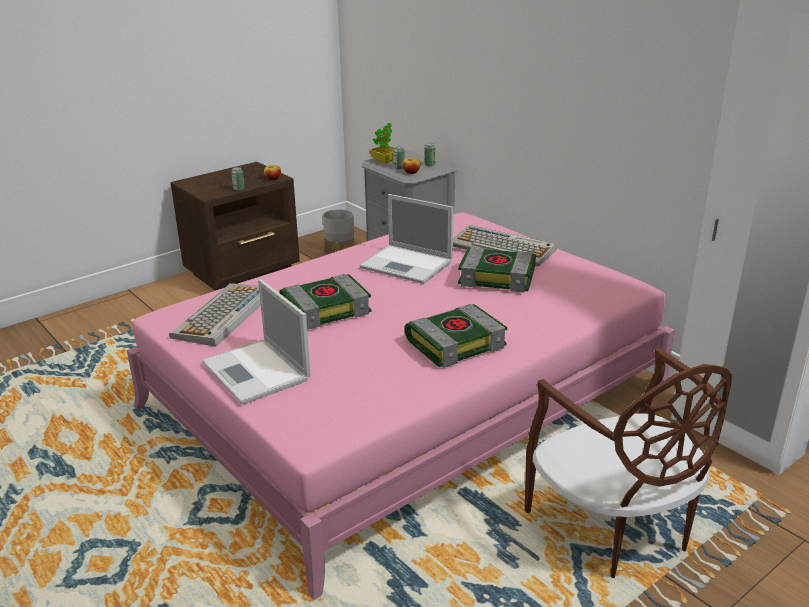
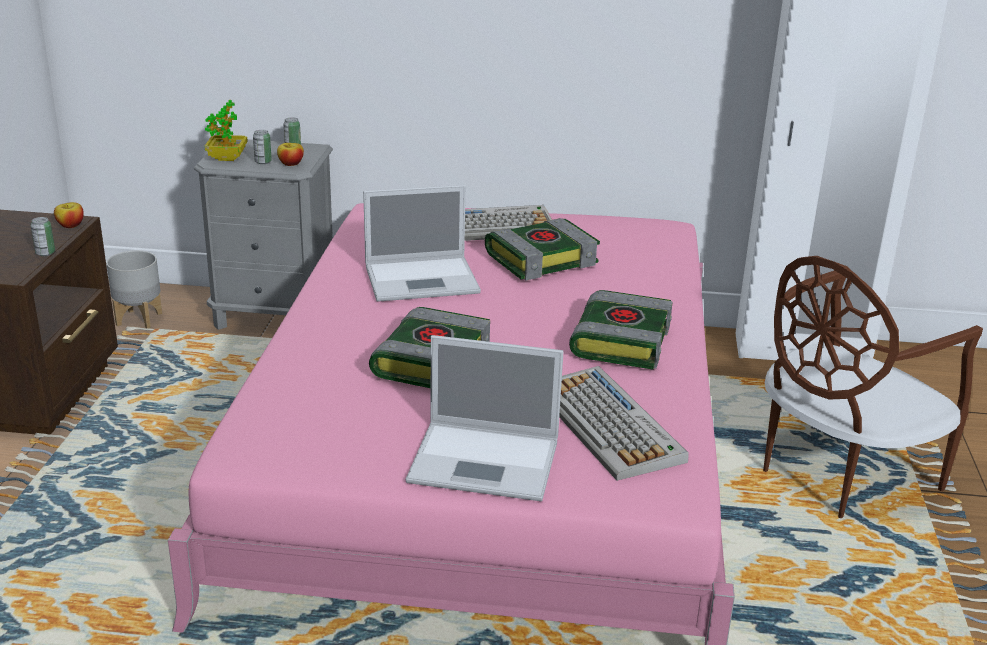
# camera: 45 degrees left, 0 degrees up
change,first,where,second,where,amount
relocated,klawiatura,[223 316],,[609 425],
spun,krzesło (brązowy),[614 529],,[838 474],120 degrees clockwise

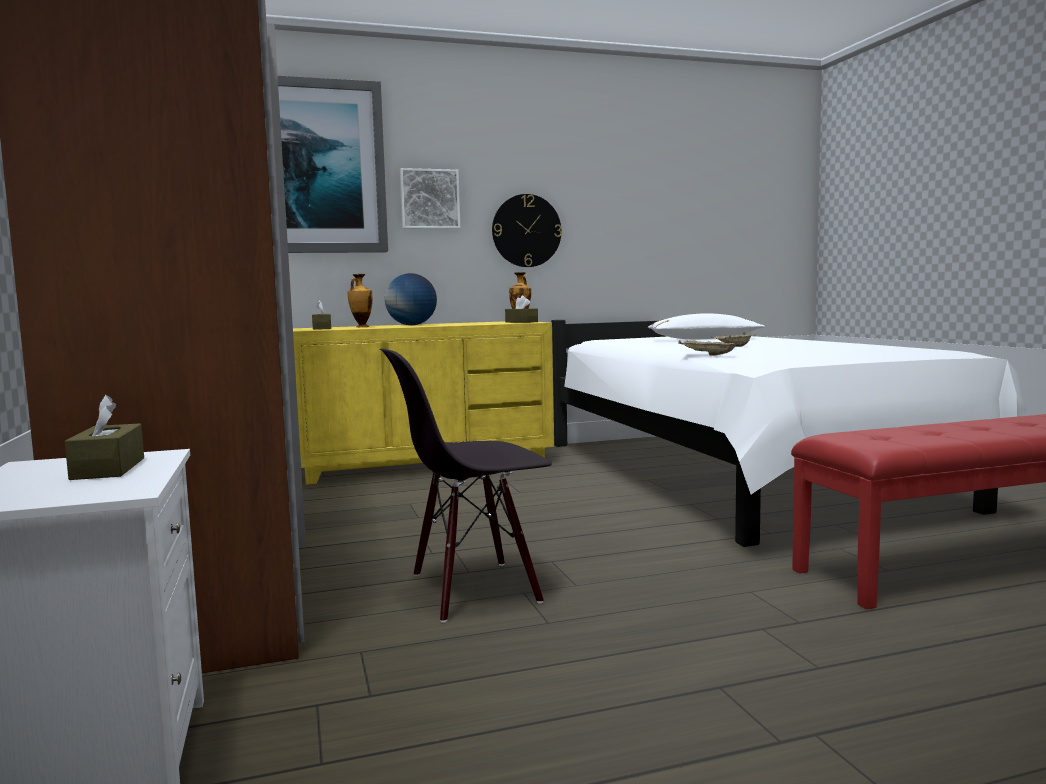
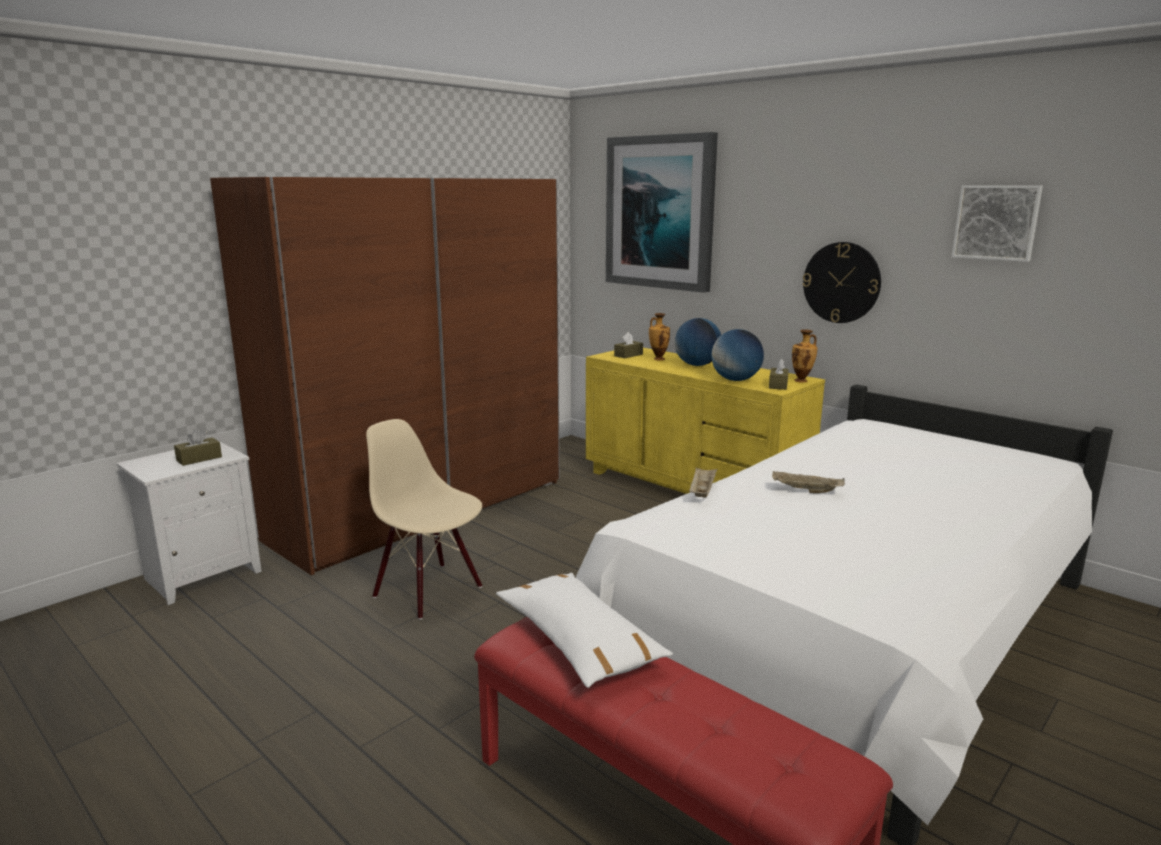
# camera: 60 degrees right, 10 degrees up
change,first,where,second,where,amount
colour,krzesło (czarny),[474 589],krzesło (beżowy),[429 591],
relocated,obraz,[429 199],,[996 222],
relocated,poduszka (biały),[703 339],,[578 641],
appeared,,,globus,[735 380],

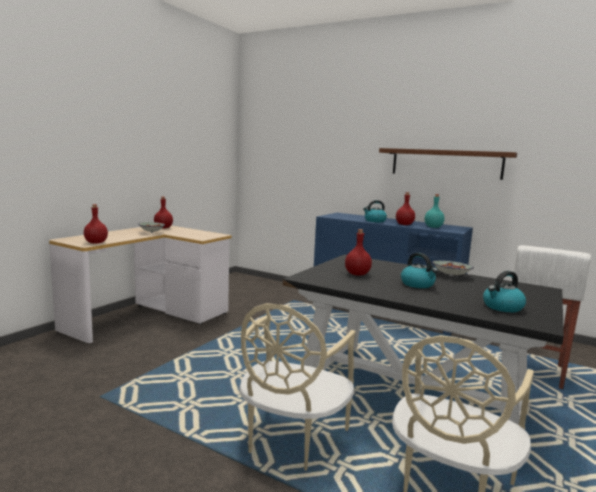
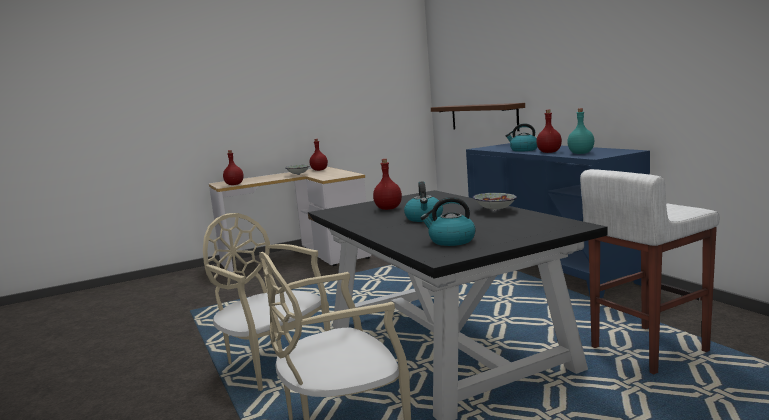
# camera: 35 degrees right, 0 degrees up
change,first,where,second,where,amount
spun,krzesło (beżowy),[291 440],,[273 361],75 degrees clockwise
relocated,półka (brązowy),[446 163],,[483 117],

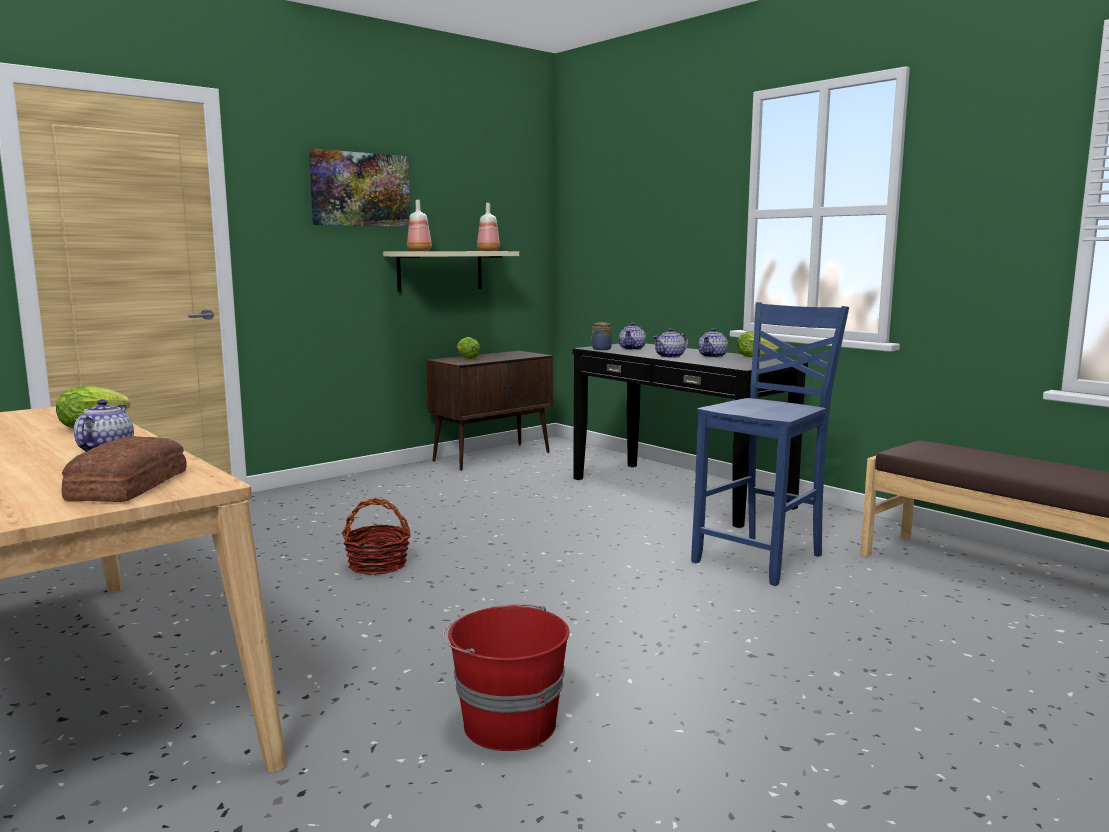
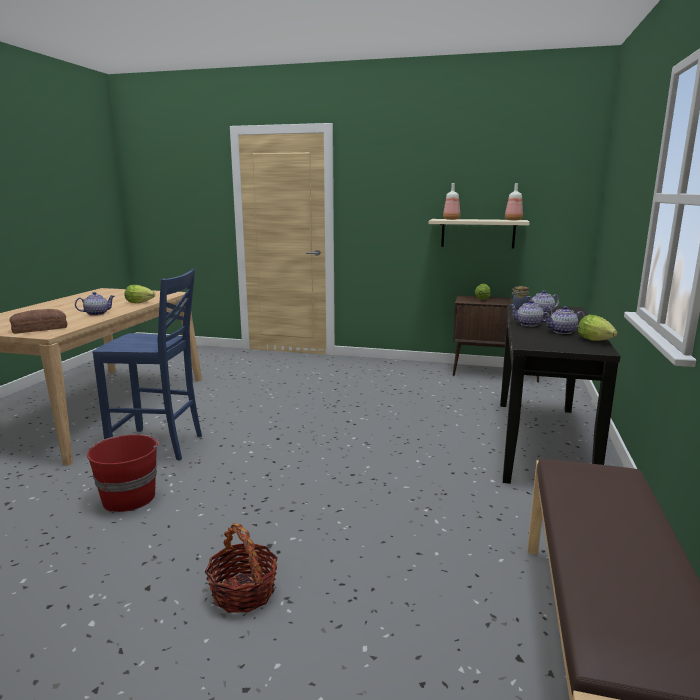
# camera: 55 degrees right, 5 degrees up
change,first,where,second,where,amount
missing,obraz,[360 189],,,
relocated,koszyk,[378 565],,[243 592],
relocated,krzesło (niebieski),[762 559],,[159 446],

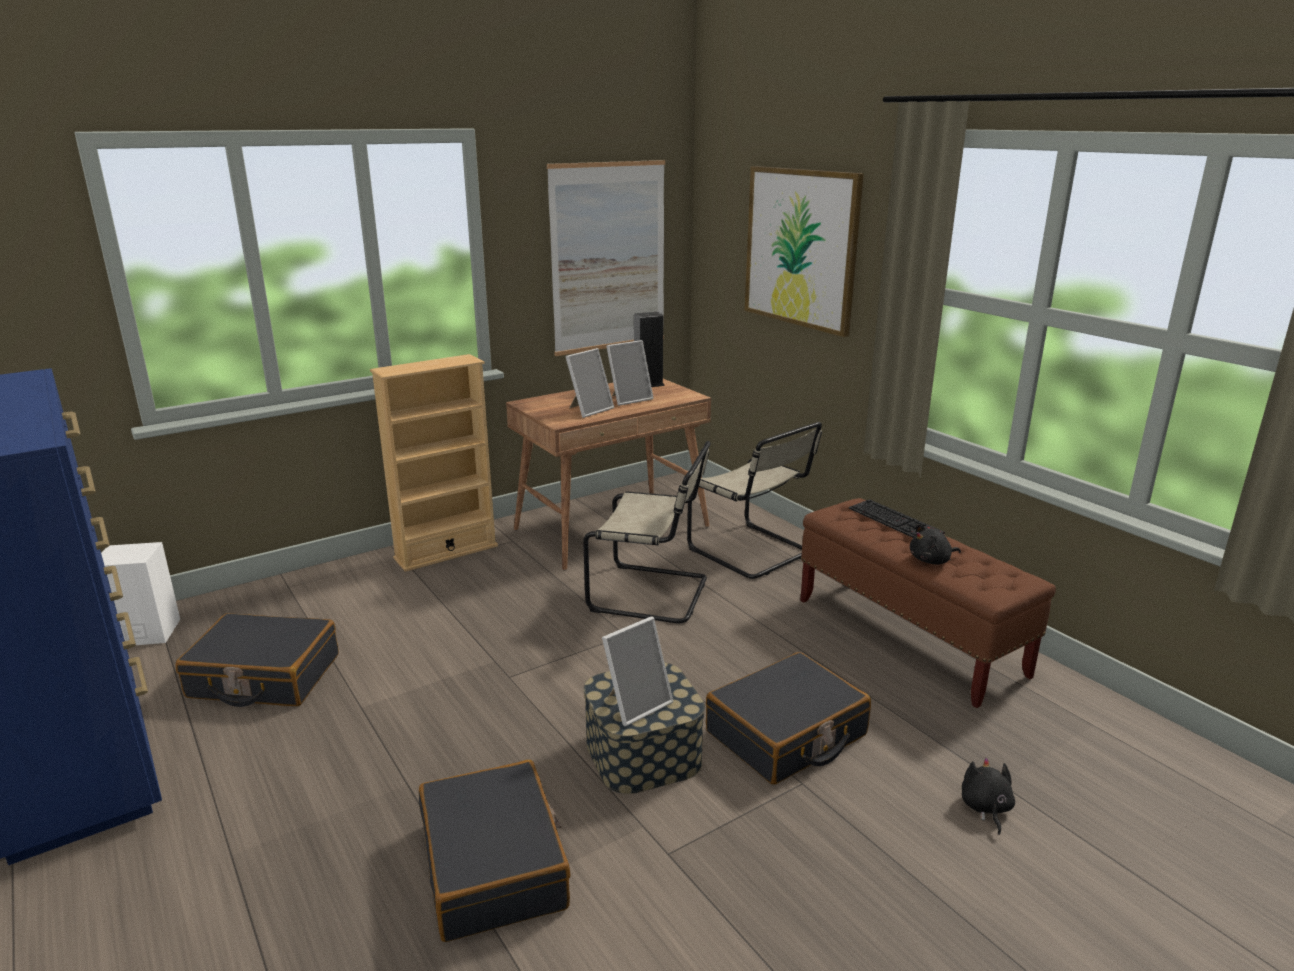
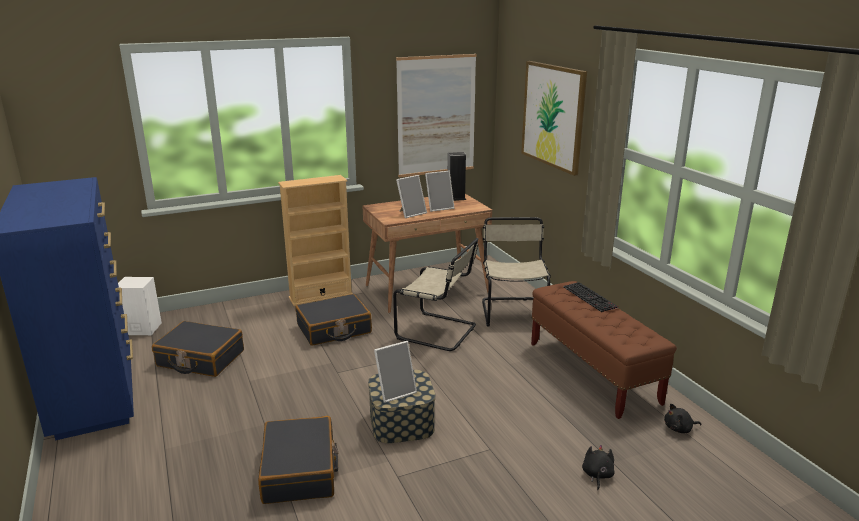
# camera: 10 degrees right, 0 degrees up
change,first,where,second,where,amount
spun,krzesło (beżowy),[753 552],,[512 311],150 degrees counterclockwise
relocated,walizka (czarny),[786 734],,[334 329],
relocated,pluszak (czarny),[931 560],,[679 429],

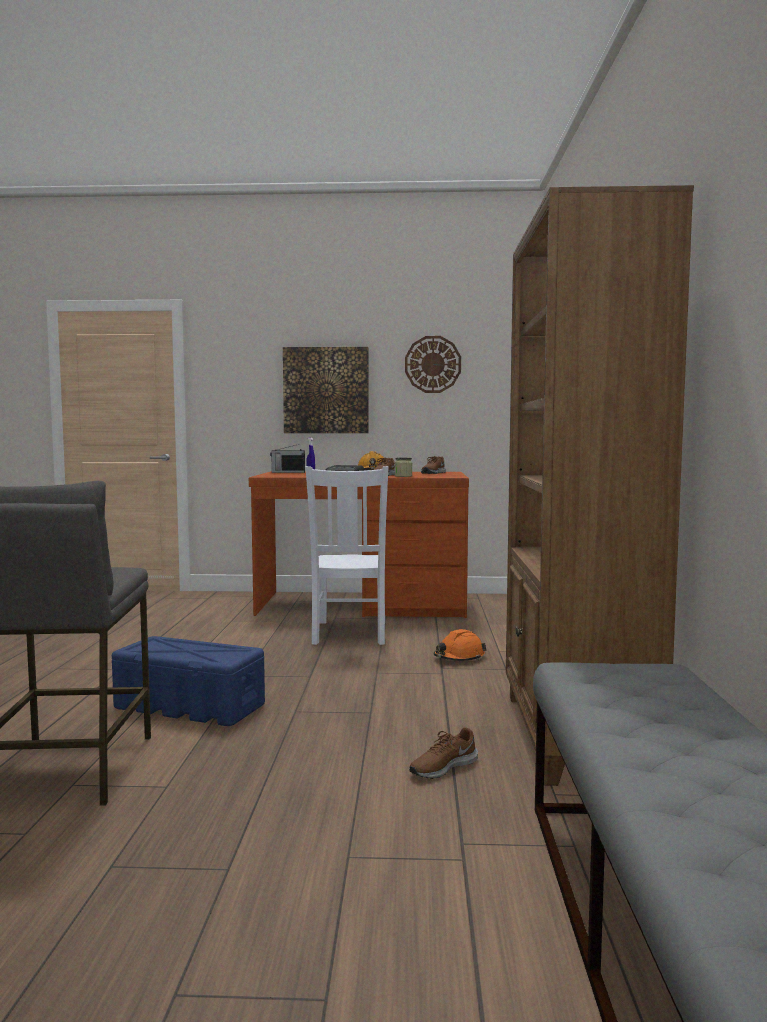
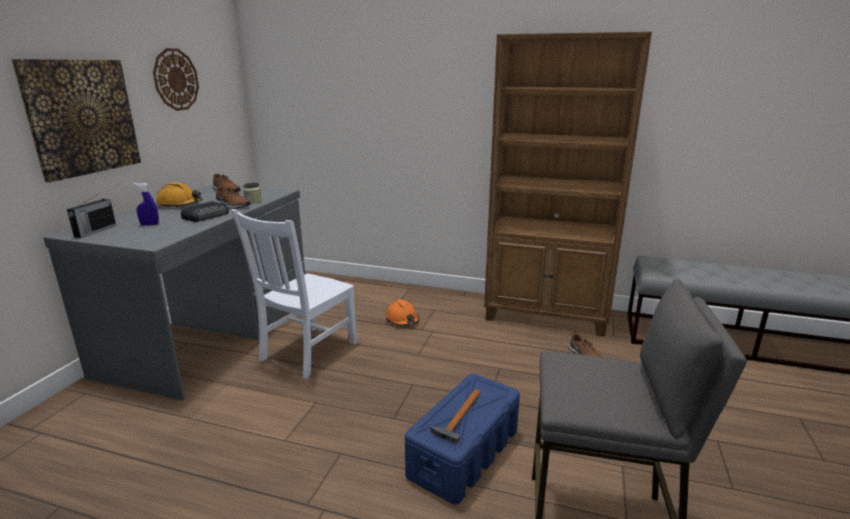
# camera: 75 degrees left, 15 degrees up
change,first,where,second,where,amount
colour,biurko (brązowy),[363 604],biurko (szary),[213 333],
spun,krzesło (biały),[349 633],,[306 352],105 degrees clockwise
appeared,,,młotek,[459 417],

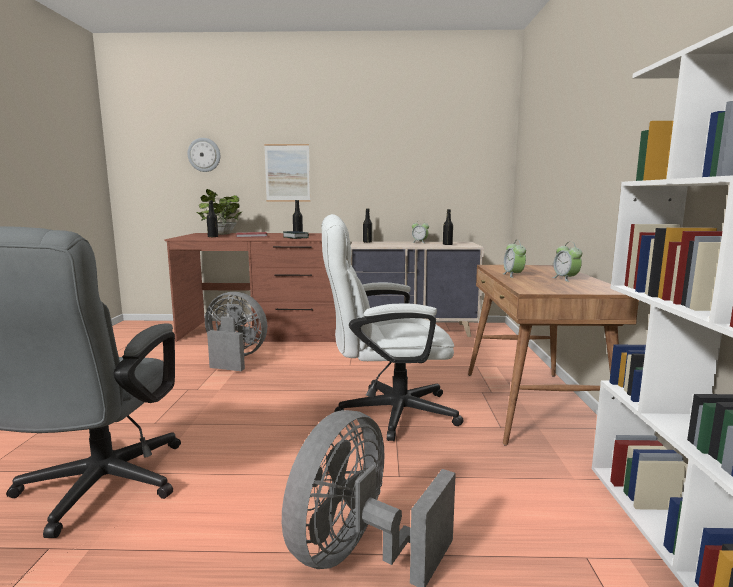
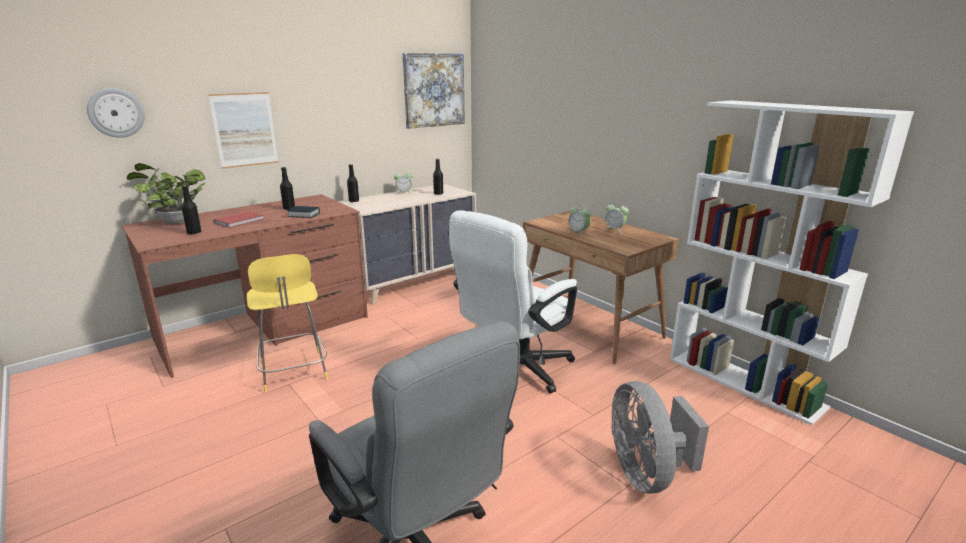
# camera: 40 degrees left, 10 degrees up
change,first,where,second,where,amount
exchanged,wentylator (szary),[235 359],stołek (żółty),[293 372],
appeared,,,obraz,[434 90],

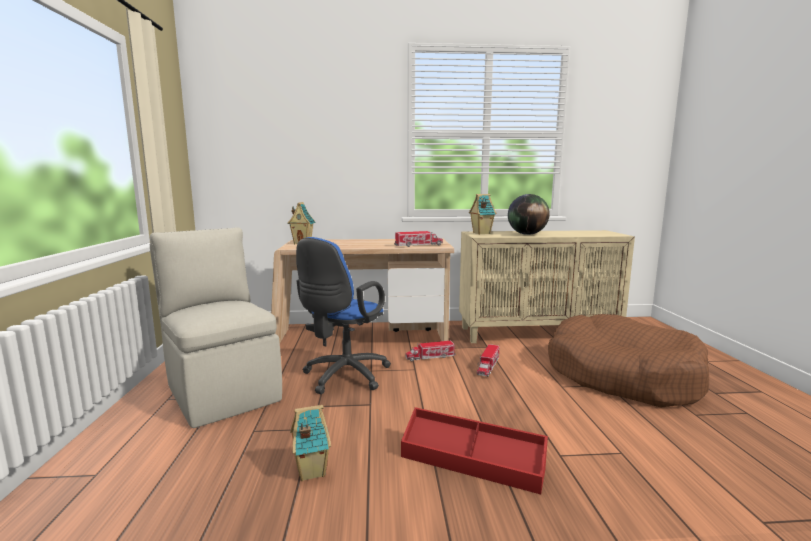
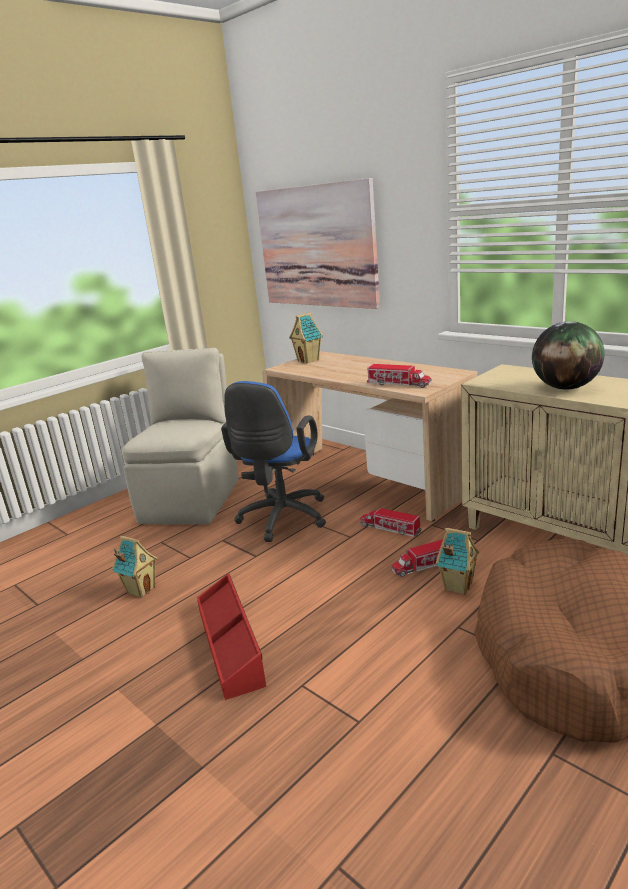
# camera: 50 degrees right, 10 degrees up
change,first,where,second,where,amount
spun,krzesło biurowe (niebieski),[343 377],,[281 520],60 degrees counterclockwise
relocated,domek,[481 233],,[457 586],
appeared,,,obraz,[317 246],

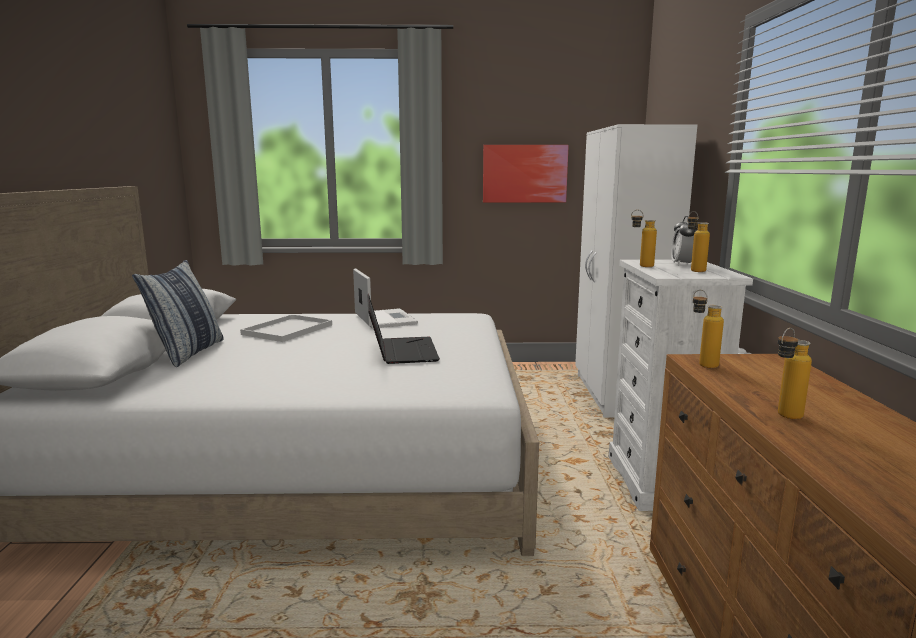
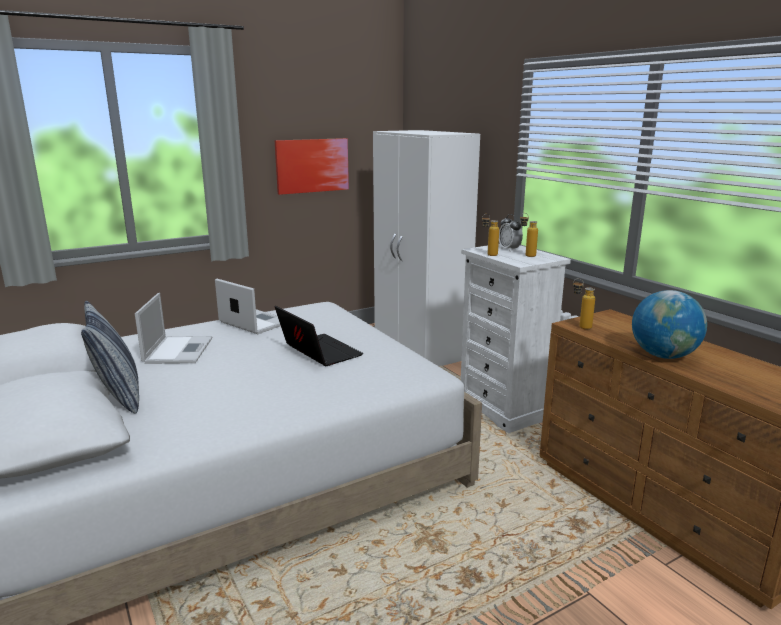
# camera: 30 degrees left, 5 degrees up
change,first,where,second,where,amount
exchanged,taca (biały),[288 329],laptop,[178 350],
exchanged,butelka,[784 417],globus,[663 355],

